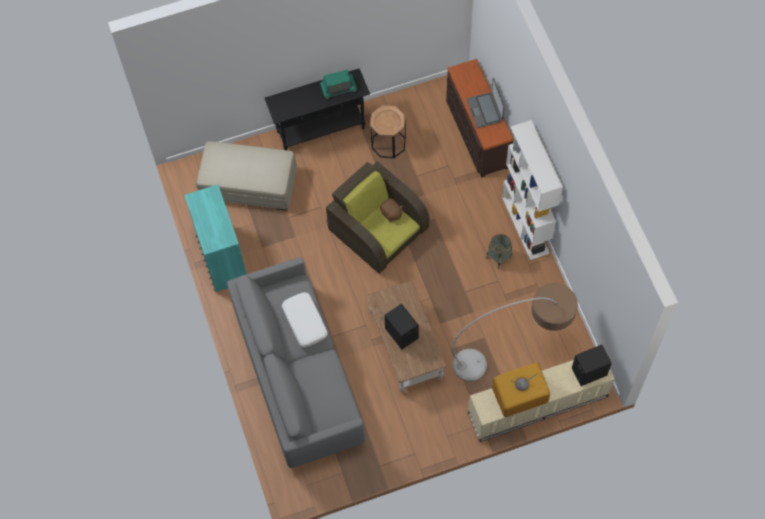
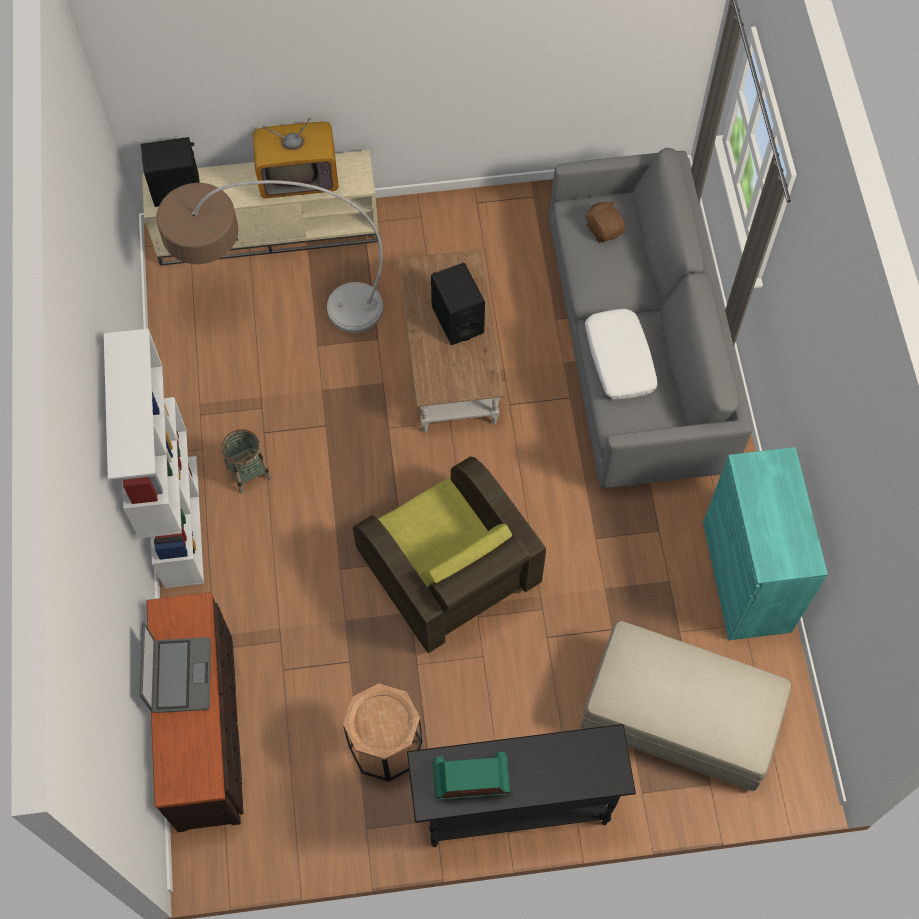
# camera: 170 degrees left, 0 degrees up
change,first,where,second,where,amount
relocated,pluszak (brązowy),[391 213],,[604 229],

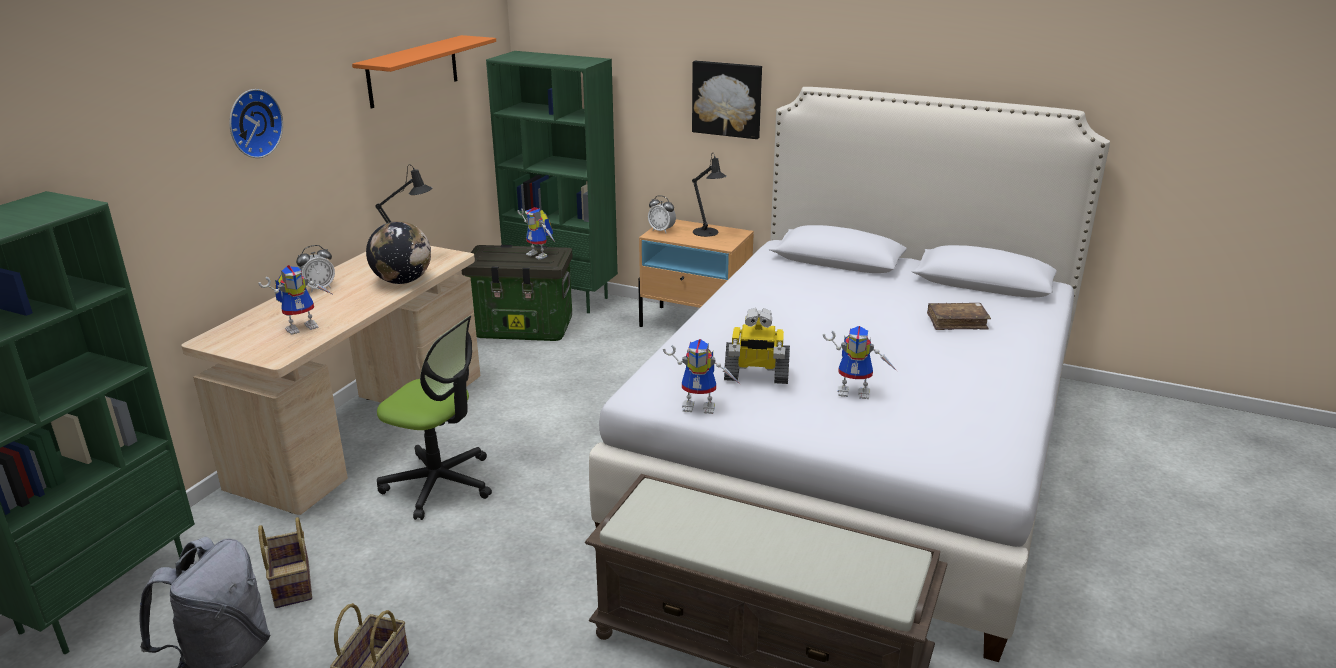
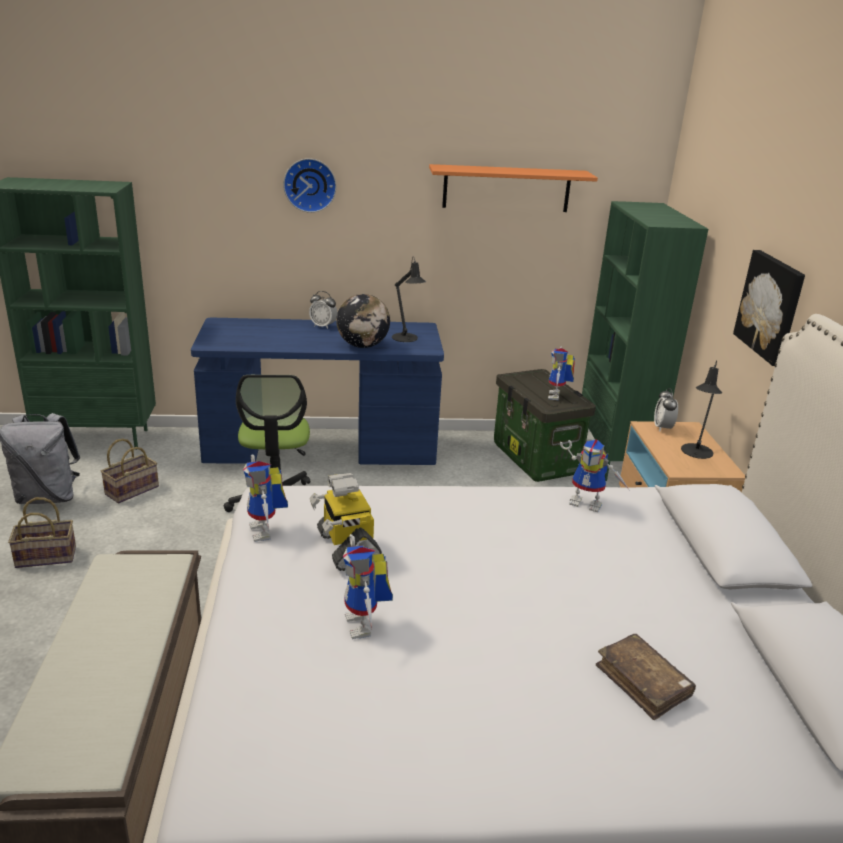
# camera: 60 degrees right, 0 degrees up
change,first,where,second,where,amount
colour,biurko (beżowy),[364 431],biurko (niebieski),[321 449],
relocated,robot zabawkowy,[303 326],,[589 503],

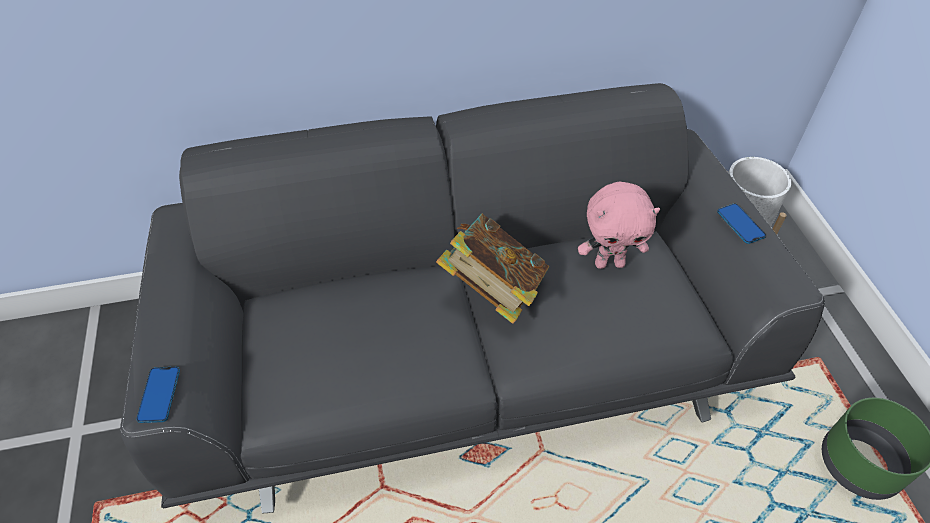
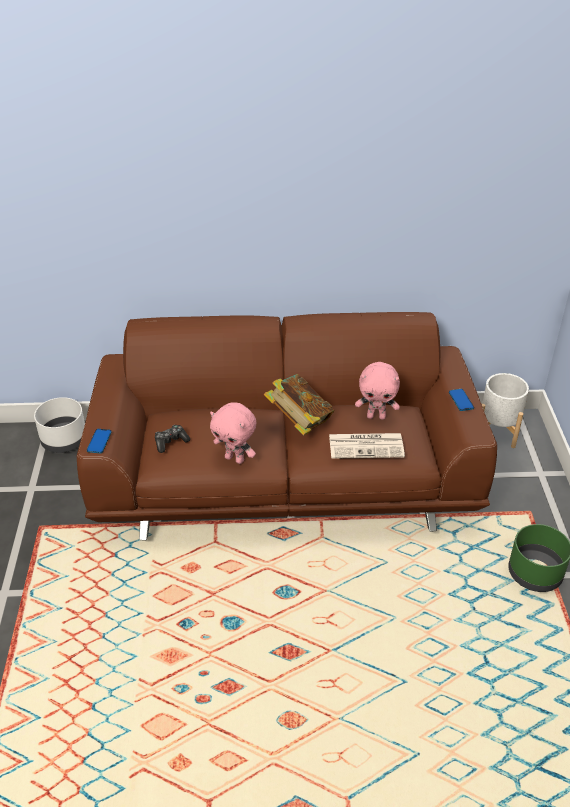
# camera: 10 degrees right, 10 degrees down
change,first,where,second,where,amount
colour,kanapa (szary),[466 352],kanapa (brązowy),[286 478],
appeared,,,donica (biały),[65 440],
appeared,,,pad do gier,[171 442],
appeared,,,pluszak (różowy),[235 459],
appeared,,,gazeta,[367 445],

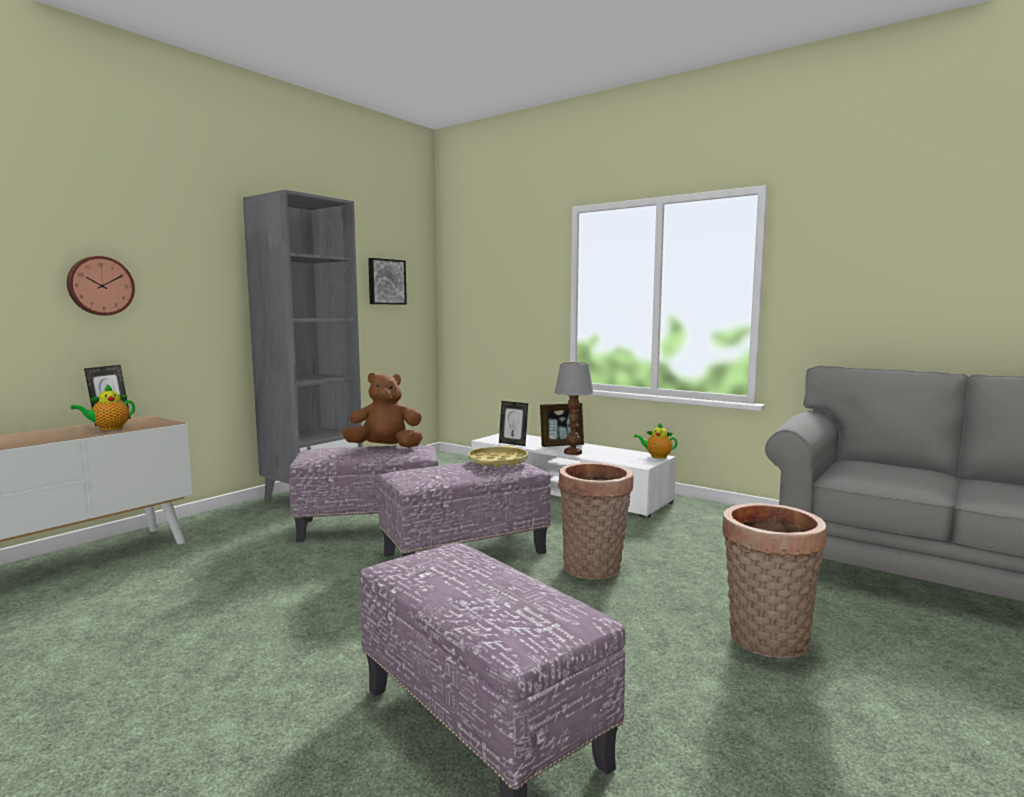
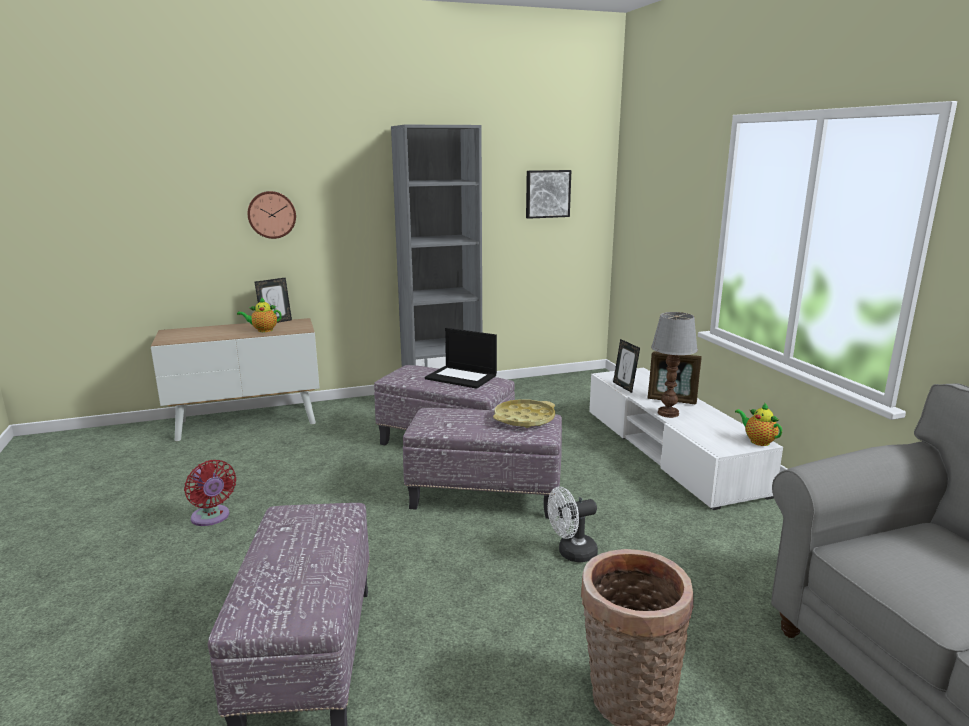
# camera: 35 degrees right, 10 degrees up
change,first,where,second,where,amount
exchanged,pluszak (brązowy),[385 448],laptop,[462 377],
exchanged,koszyk,[594 570],wentylator (biały),[571 553],
appeared,,,wentylator (czerwony),[212 518],

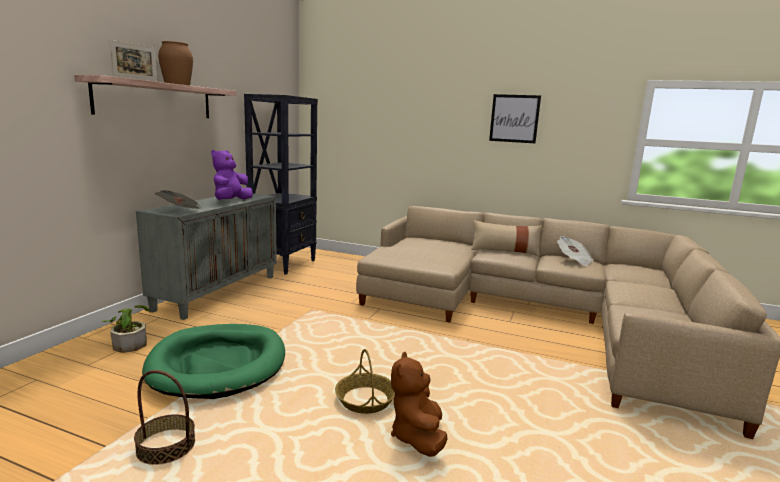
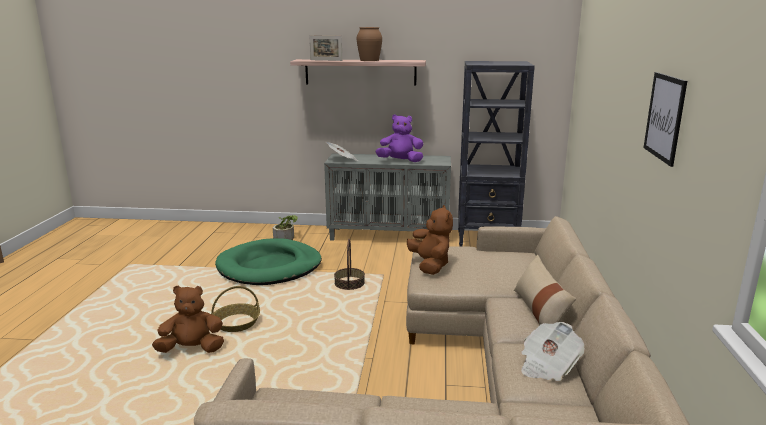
# camera: 75 degrees right, 5 degrees up
change,first,where,second,where,amount
relocated,koszyk,[166 447],,[349 284],
appeared,,,pluszak (brązowy),[430 265],

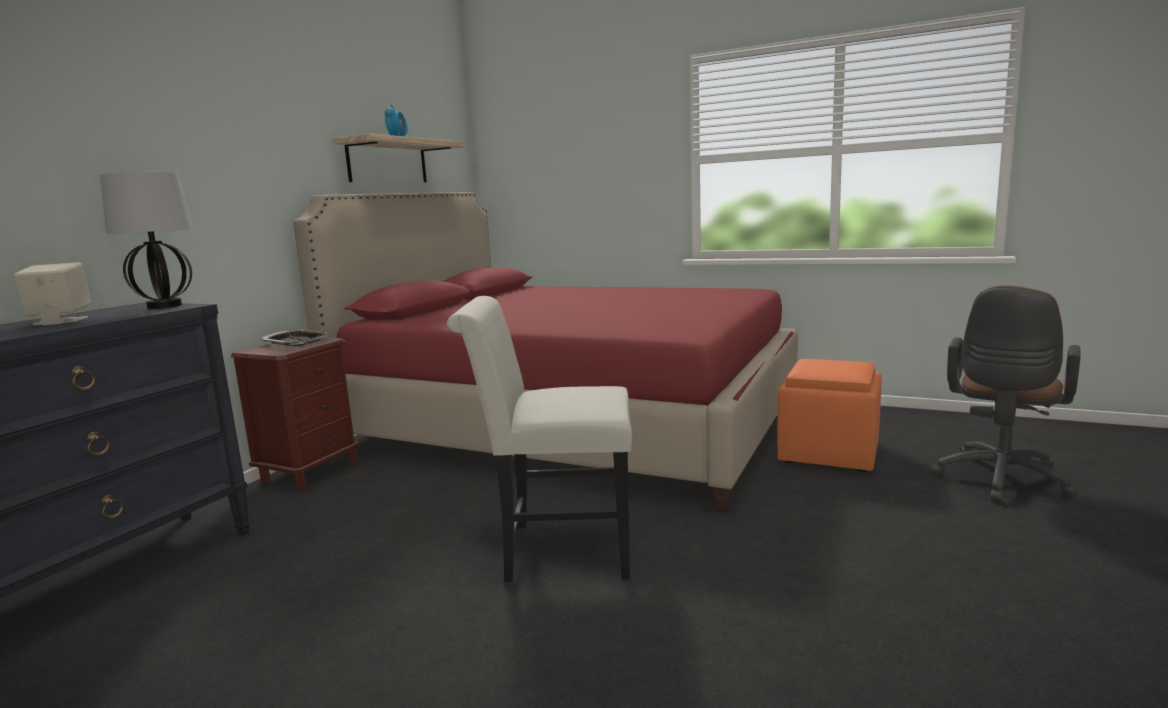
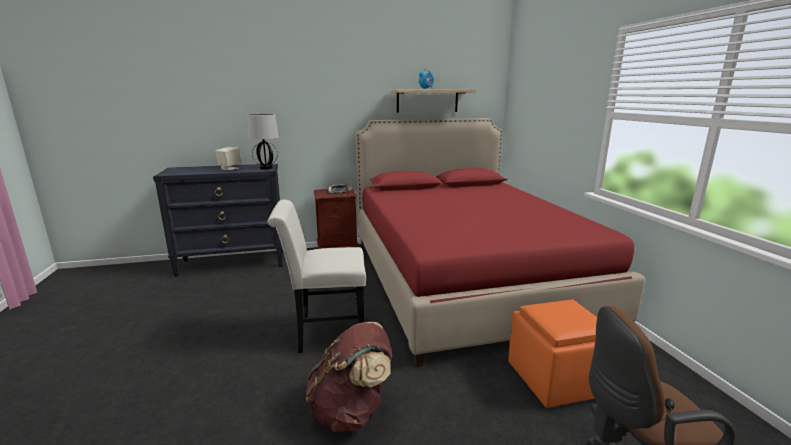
# camera: 50 degrees right, 5 degrees up
change,first,where,second,where,amount
spun,krzesło (biały),[557 550],,[325 333],60 degrees counterclockwise
appeared,,,plecak (brązowy),[352 411],

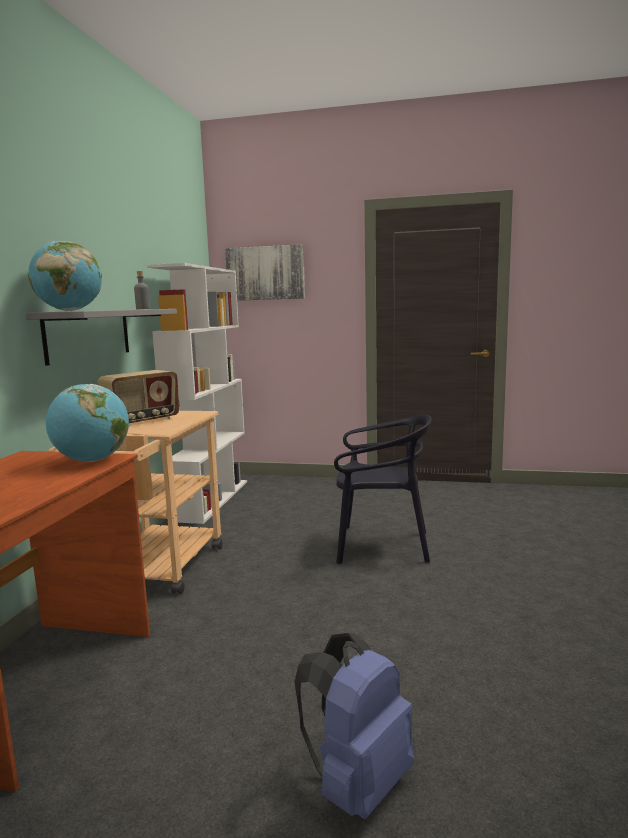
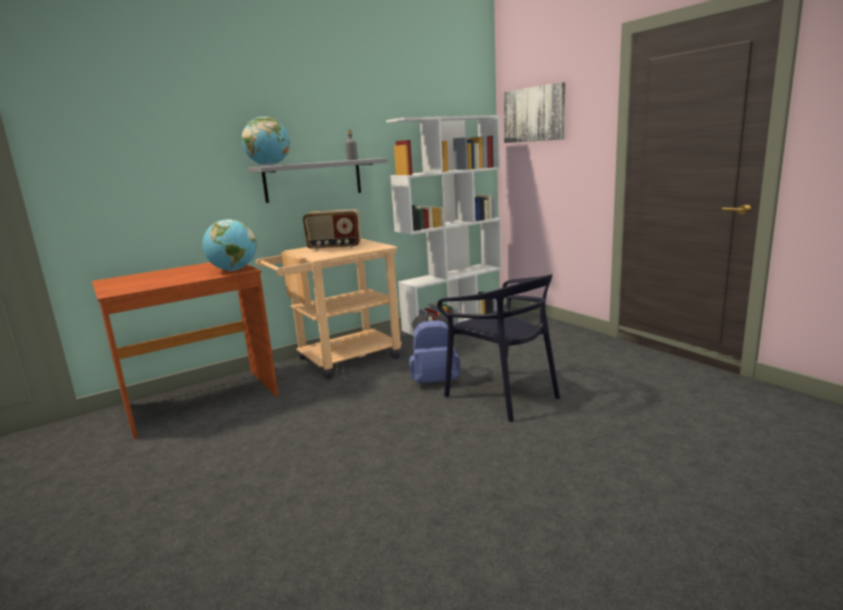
# camera: 45 degrees right, 5 degrees up
change,first,where,second,where,amount
relocated,plecak (niebieski),[357 782],,[435 380],

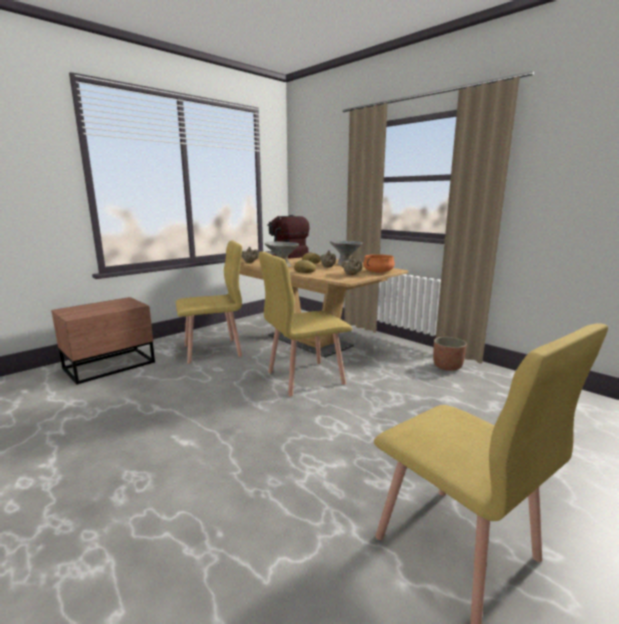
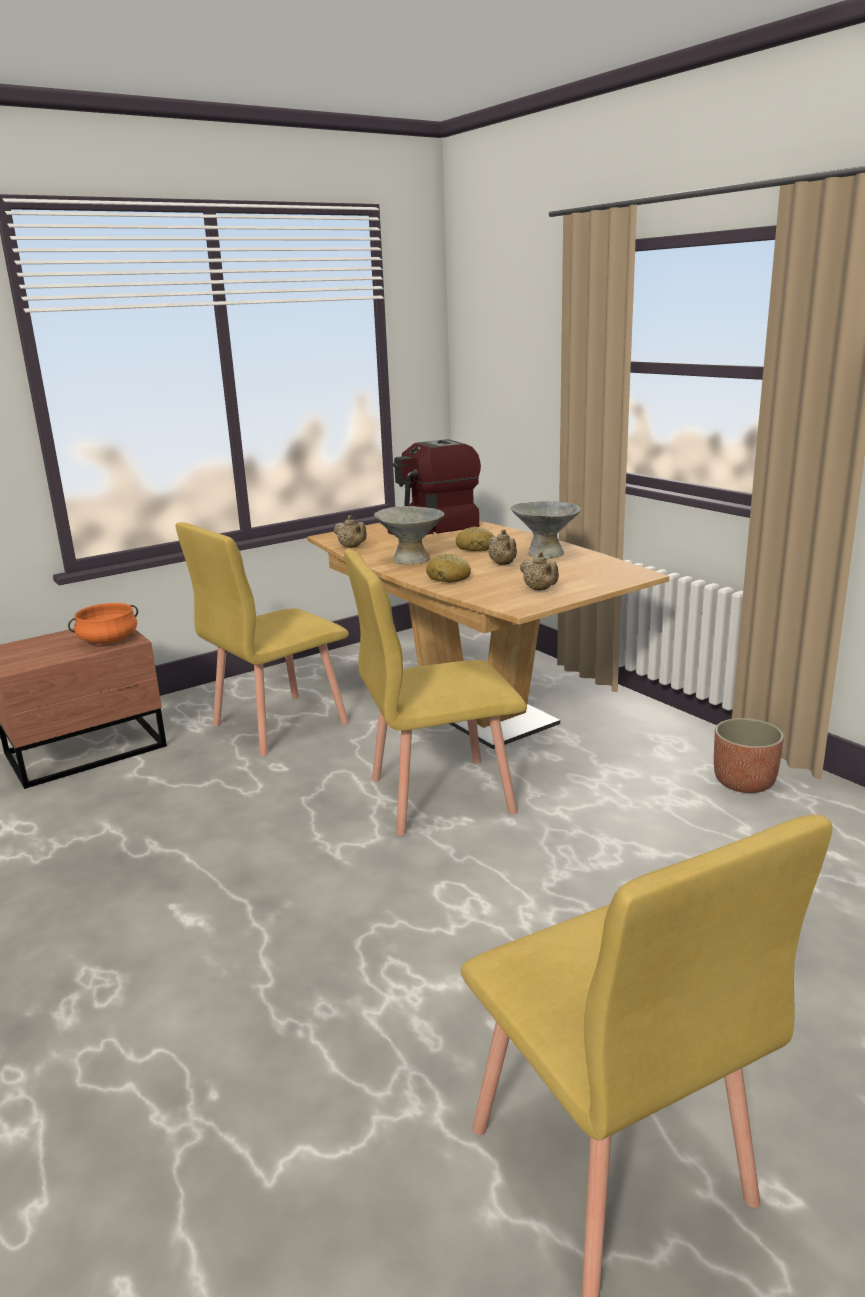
# camera: 10 degrees right, 5 degrees up
change,first,where,second,where,amount
spun,krzesło (żółty),[213 350],,[278 724],150 degrees clockwise
relocated,garnek (pomarańczowy),[378 272],,[108 640],

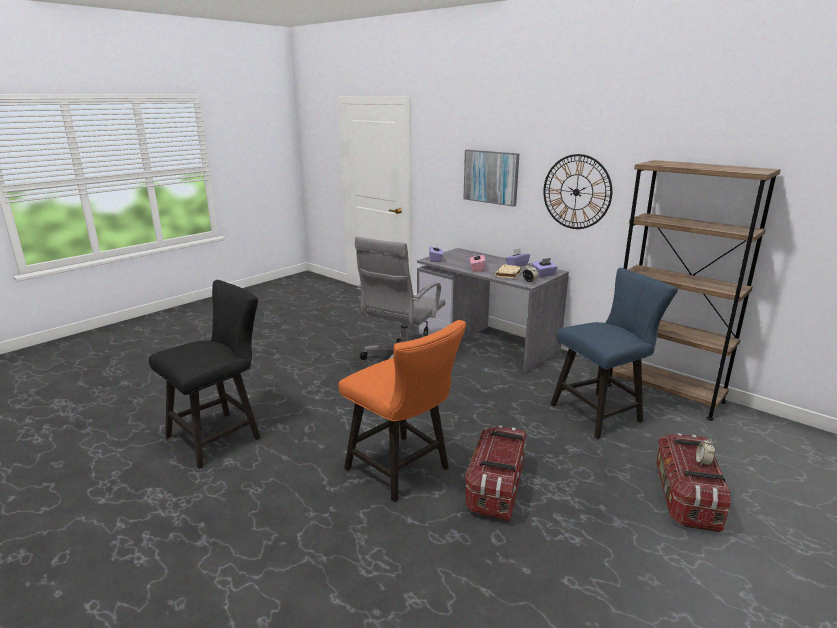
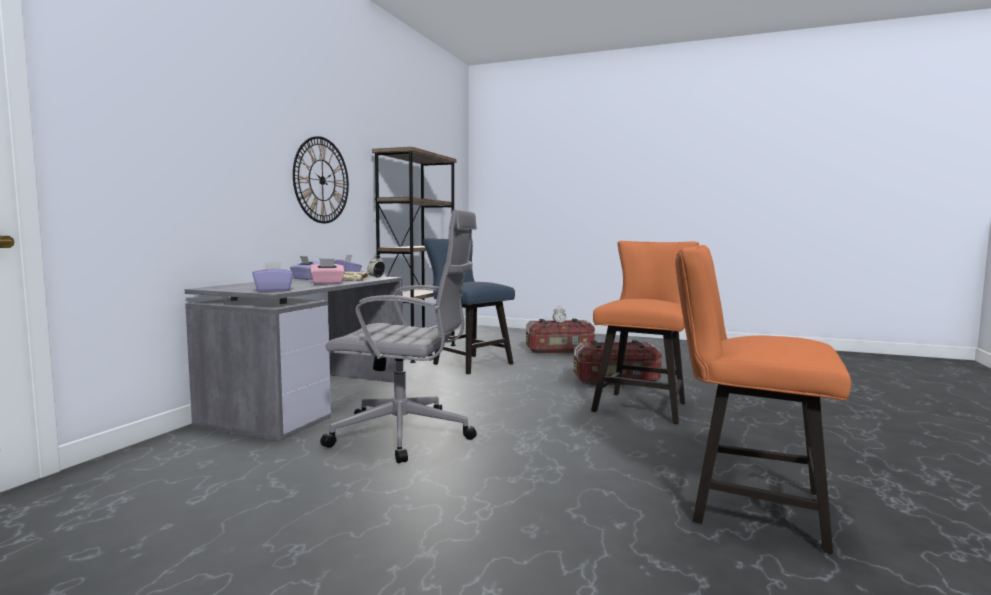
# camera: 110 degrees left, 15 degrees down
change,first,where,second,where,amount
colour,krzesło (czarny),[220 436],krzesło (pomarańczowy),[745 506],
missing,obraz,[491 177],,,

